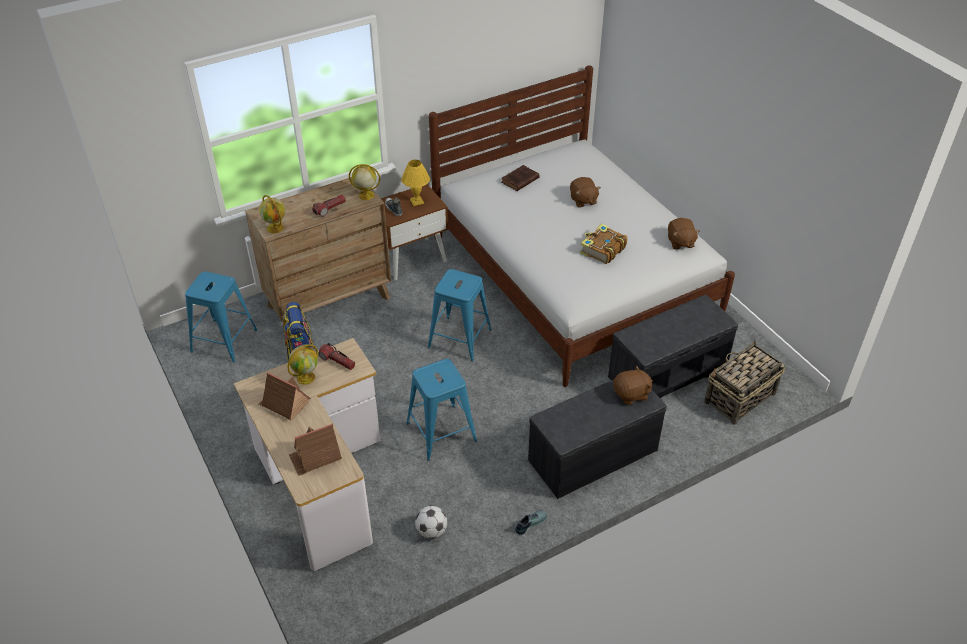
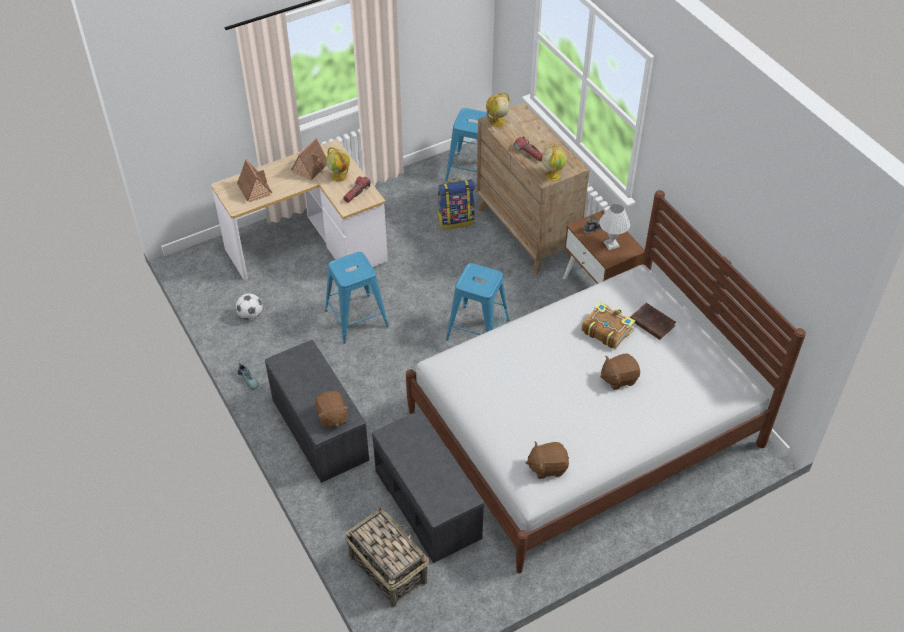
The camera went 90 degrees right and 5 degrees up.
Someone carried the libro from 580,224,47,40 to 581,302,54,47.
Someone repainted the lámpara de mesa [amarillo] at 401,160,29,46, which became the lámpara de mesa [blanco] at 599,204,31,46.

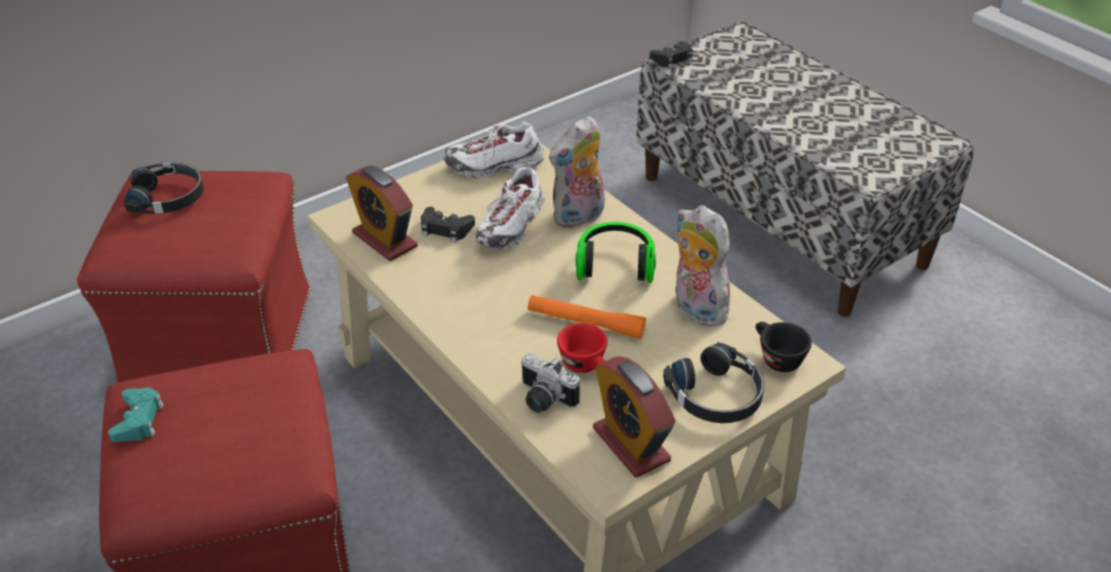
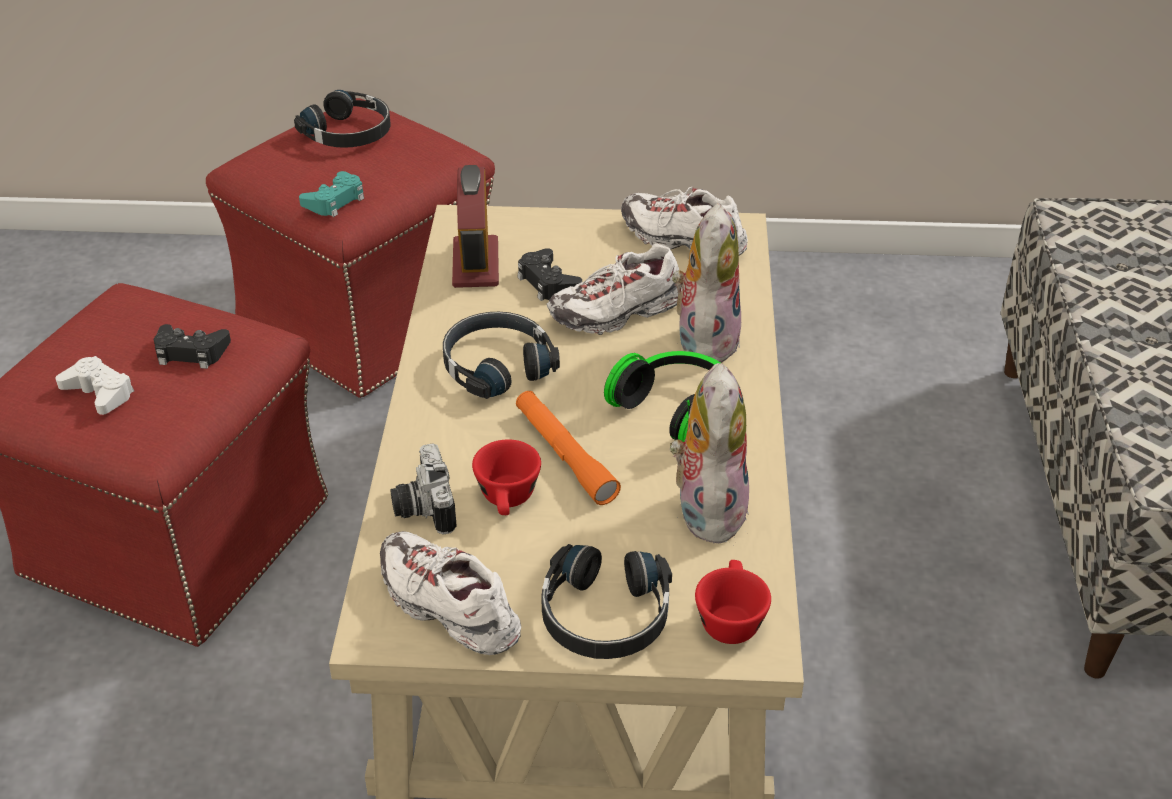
The camera went 40 degrees right and 0 degrees up.
Someone put down the mando de consola [blanco] at 55,356,79,59.
Someone carried the mando de consola [negro] from 650,41,43,28 to 154,324,77,45.
Someone carried the mando de consola [turquesa] from 108,387,56,55 to 299,171,65,46.
Someone swapped the despertador at 593,356,83,122 for the zapato [blanco] at 380,531,141,124.
Someone put down the auriculares [negro] at 443,312,117,87.
Someone rotated the peluche at 549,116,56,113 by 105 degrees clockwise.
Someone repainted the taza [negro] at 756,322,56,50, which became the taza [rojo] at 695,560,76,84.

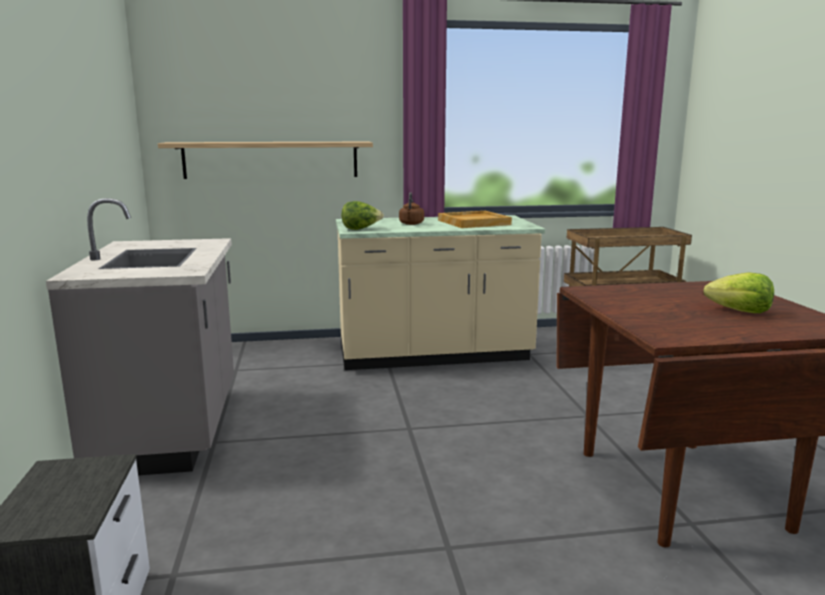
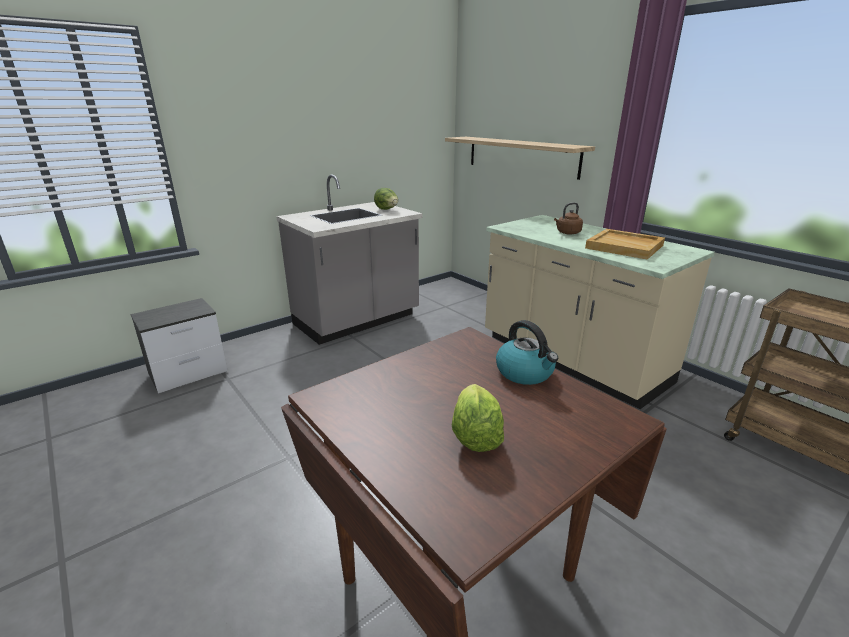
The camera went 60 degrees right and 10 degrees up.
Someone carried the lechuga from 341,201,43,29 to 374,188,24,22.
Someone put down the hervidor at 496,320,62,65.

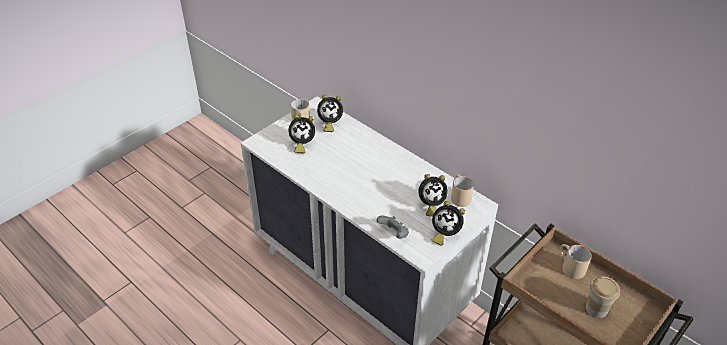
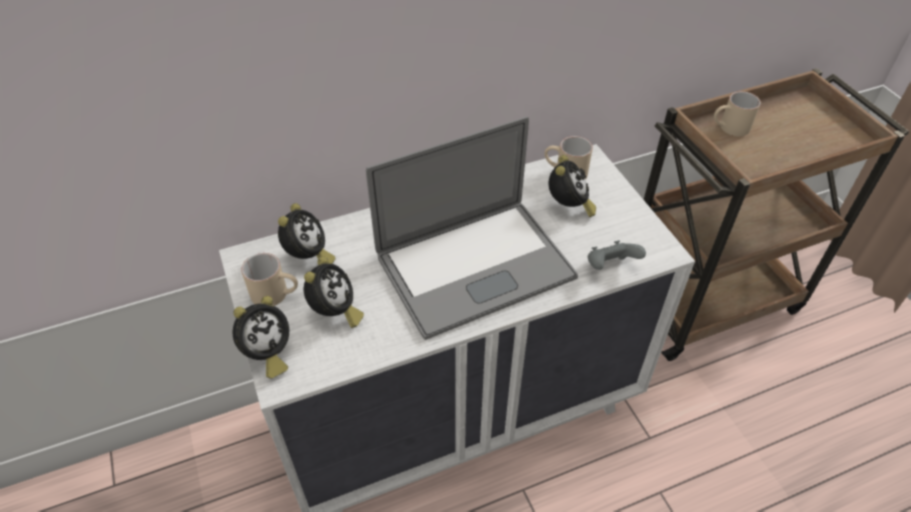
The camera went 65 degrees left and 5 degrees up.
Someone carried the despertador from 432,201,33,44 to 233,296,56,83.
Someone put down the portátil at 366,116,212,224.
Someone took away the taza at 586,276,34,42.

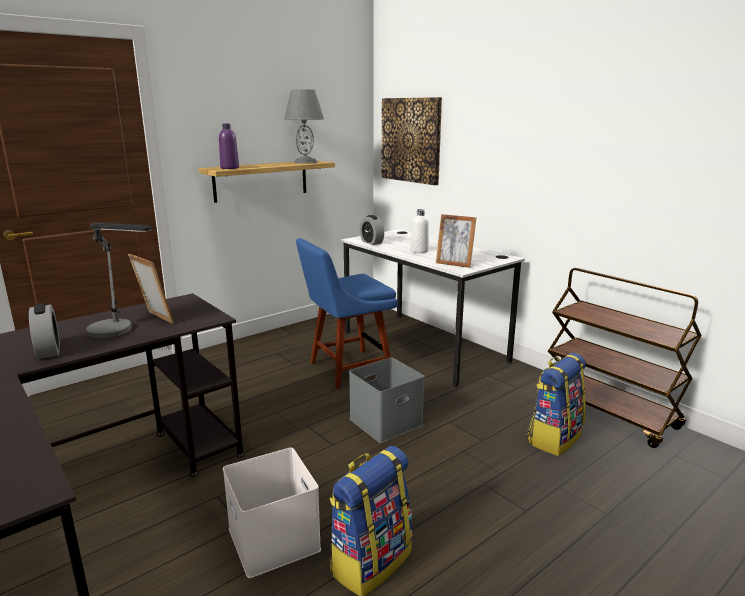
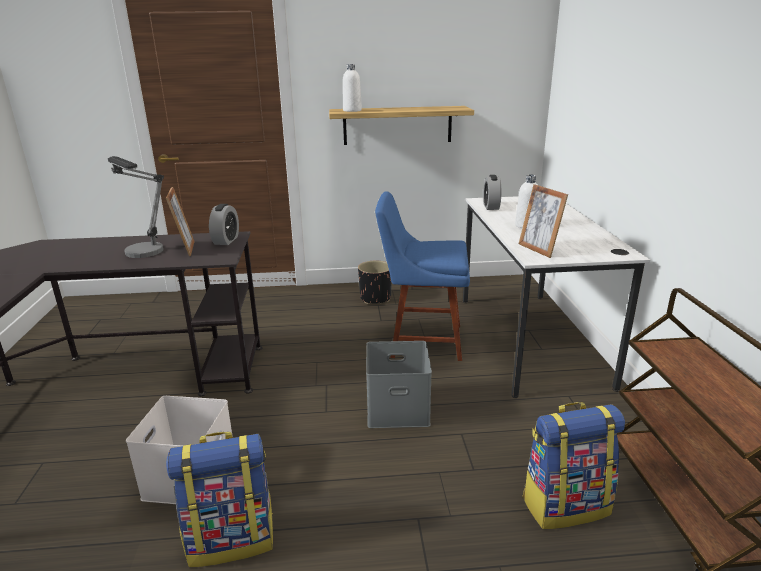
The camera went 35 degrees right and 5 degrees up.
Someone carried the despertador from 29,303,31,56 to 209,204,30,41.
Someone repainted the botella [morado] at 219,124,20,45, which became the botella [blanco] at 343,64,19,48.
Someone put down the maceta [negro] at 358,261,34,43.
Someone took away the lámpara de mesa [gris] at 284,89,40,74.
Someone took away the cuadro at 381,97,61,88.

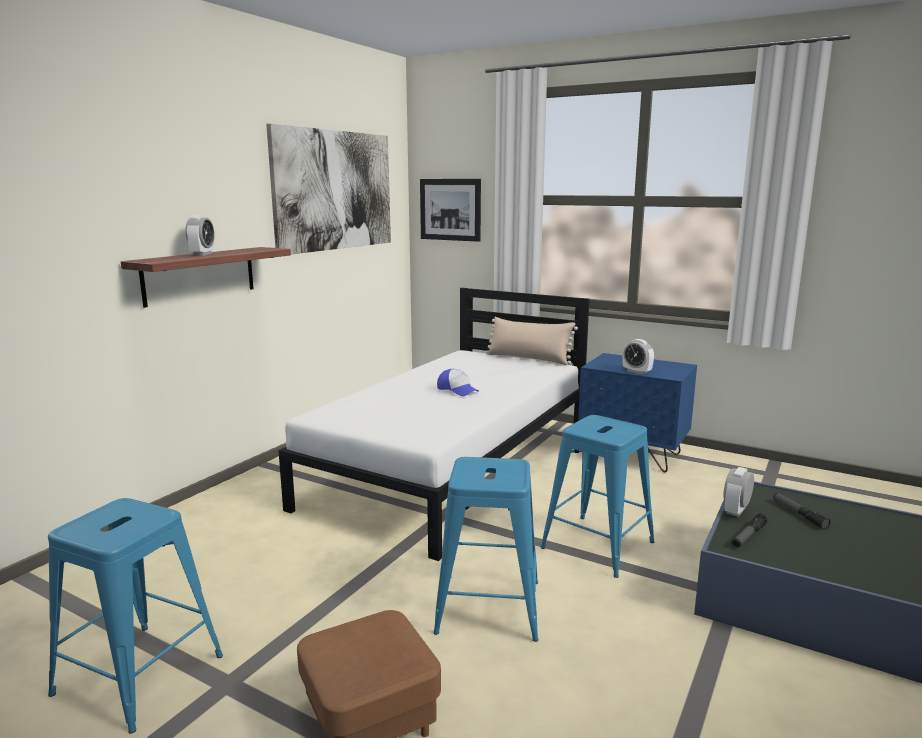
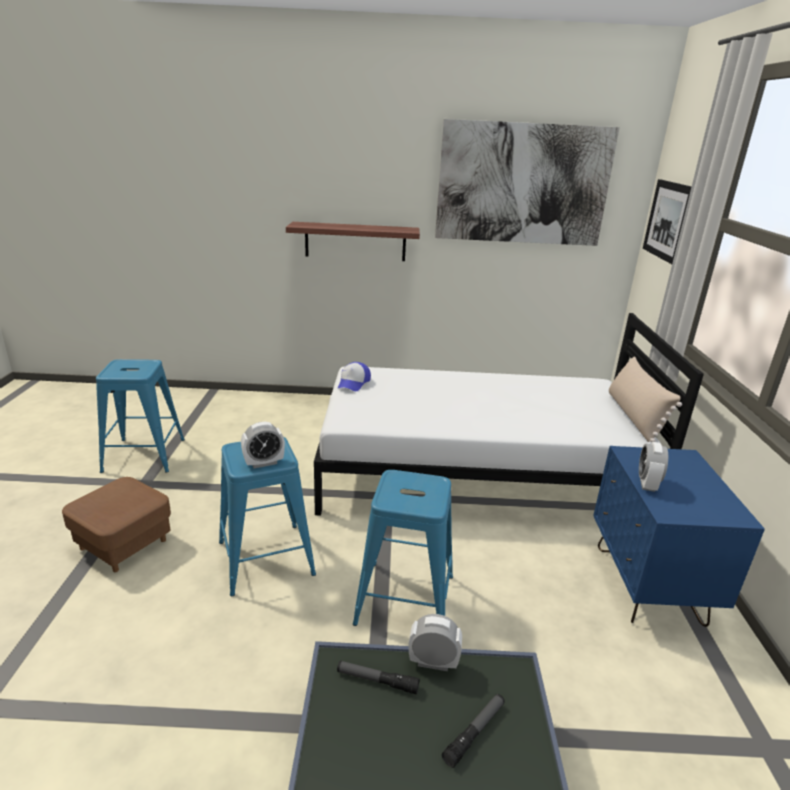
The camera went 60 degrees right and 10 degrees up.
Someone carried the despertador from 186,215,29,41 to 241,422,44,46.
Someone carried the gorra from 437,369,42,27 to 338,362,33,29.

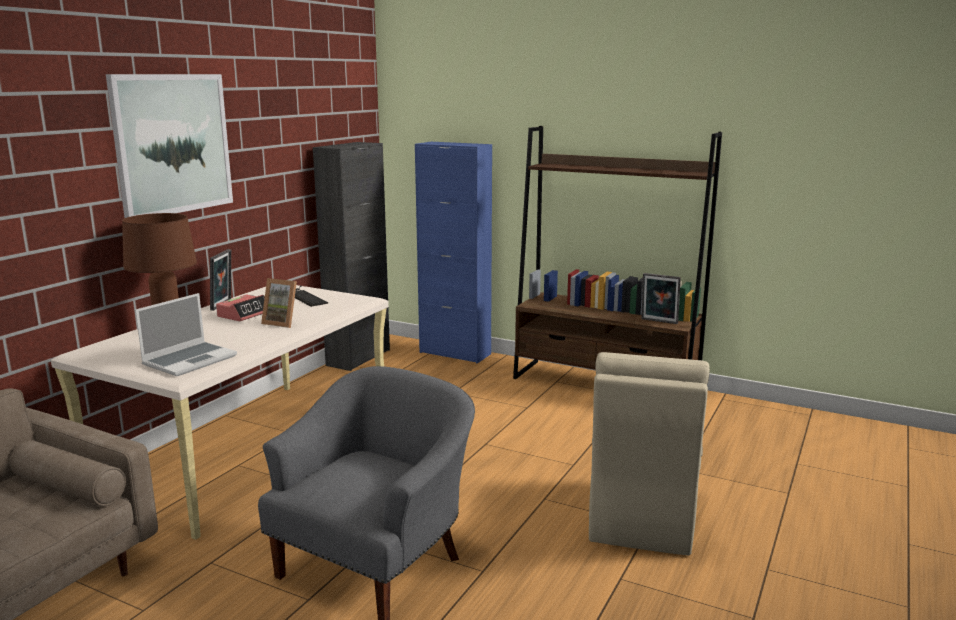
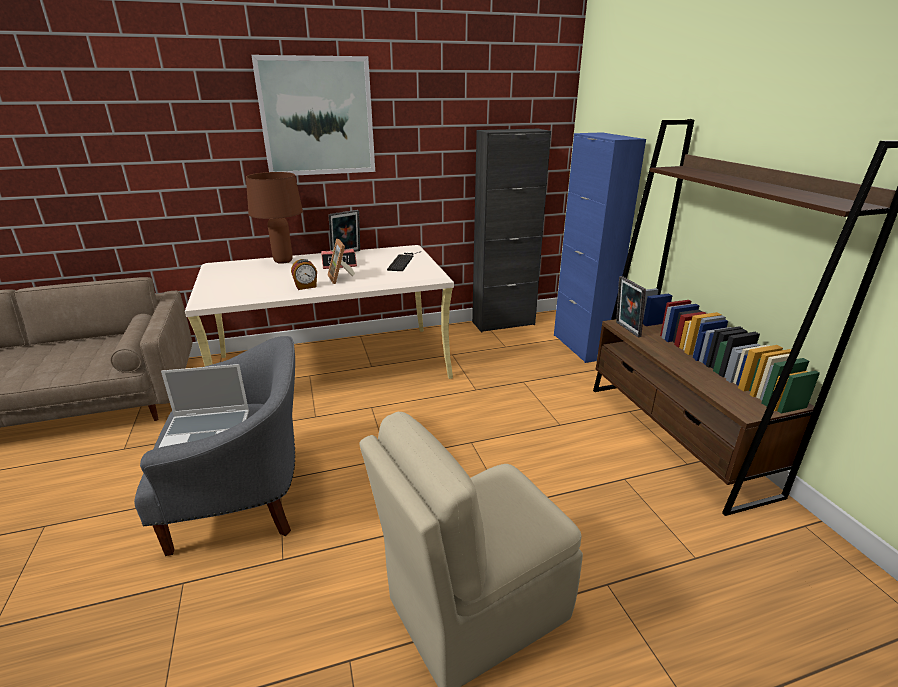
The camera went 45 degrees right and 10 degrees up.
Someone carried the portátil from 135,293,102,83 to 158,364,91,84.
Someone put down the despertador at 291,259,26,31.
Someone carried the portarretratos from 641,273,40,51 to 616,276,30,62.

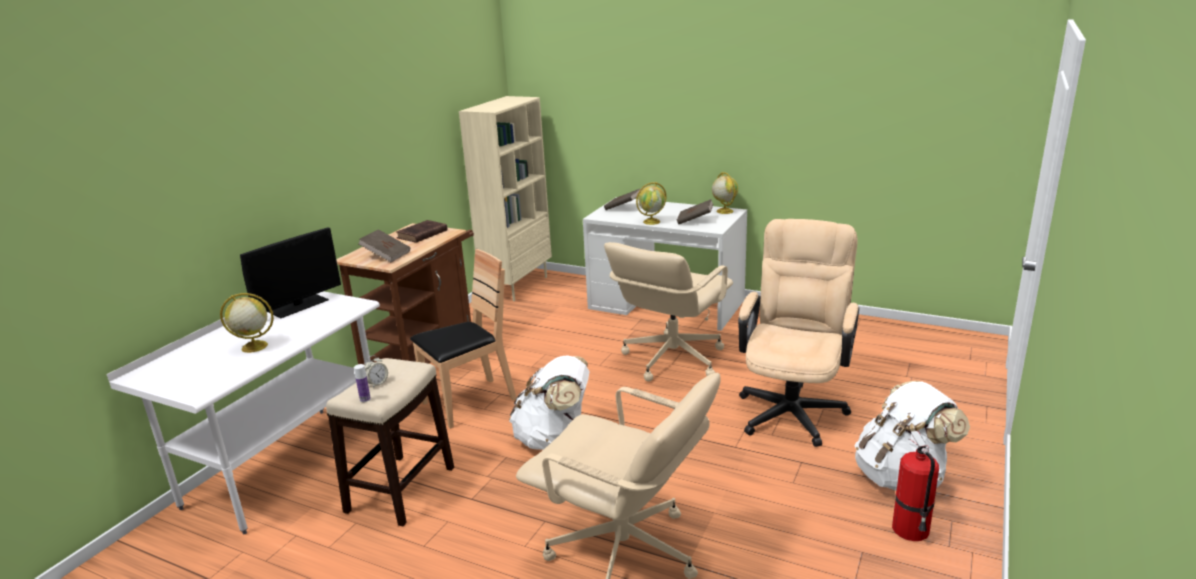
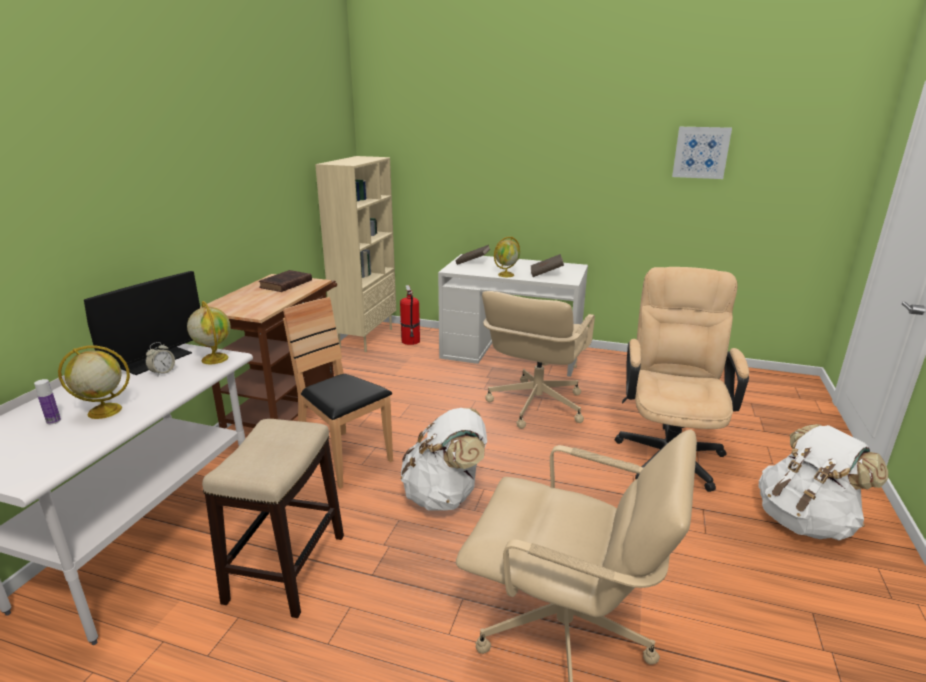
The camera went 10 degrees left and 0 degrees up.
Someone carried the botella from 354,364,17,38 to 34,379,27,45.
Someone carried the despertador from 364,355,24,33 to 146,342,29,34.
Someone carried the globo terráqueo from 712,172,26,42 to 187,301,44,63.
Someone rotated the silla [marrón] at 410,249,107,180 by 90 degrees counterclockwise.
Someone carried the extintor from 892,431,47,110 to 400,285,20,60.
Someone put up the cuadro at 672,127,60,52.
Someone took away the libro [marrón] at 358,229,52,33.

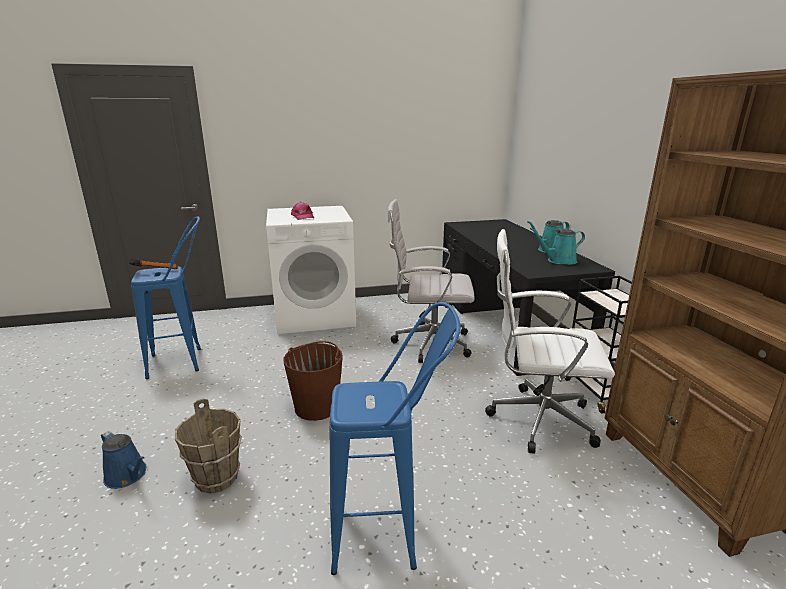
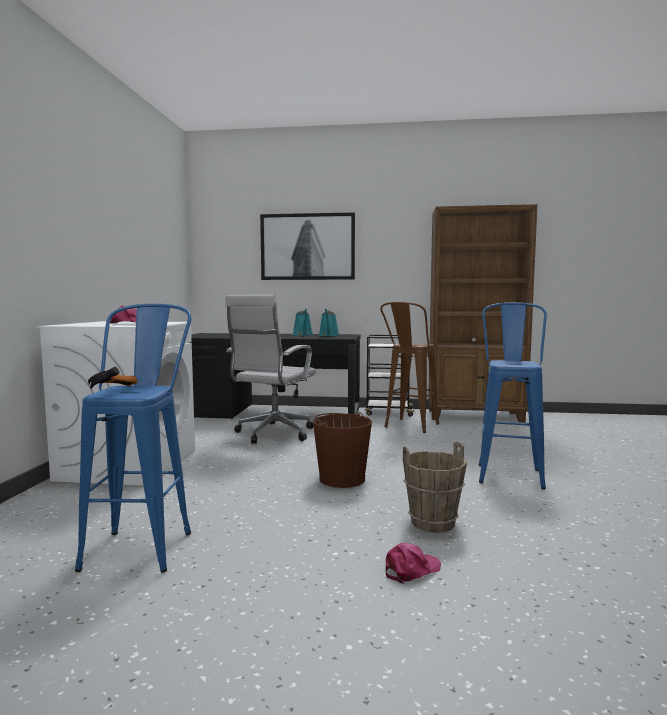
The camera went 70 degrees left and 15 degrees down.
Someone put up the cuadro at 260,212,95,68.
Someone swapped the silla de oficina [blanco] at 485,229,130,225 for the taburete [marrón] at 380,302,59,131.
Someone swapped the regadera [azul] at 101,431,45,58 for the gorra [rosa] at 385,543,56,41.

